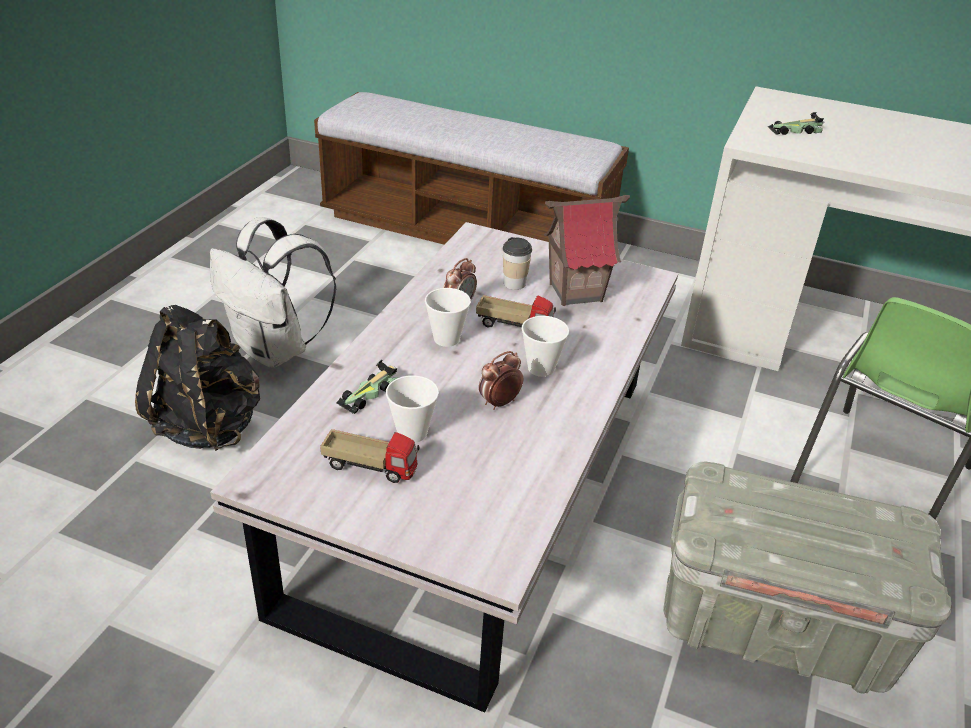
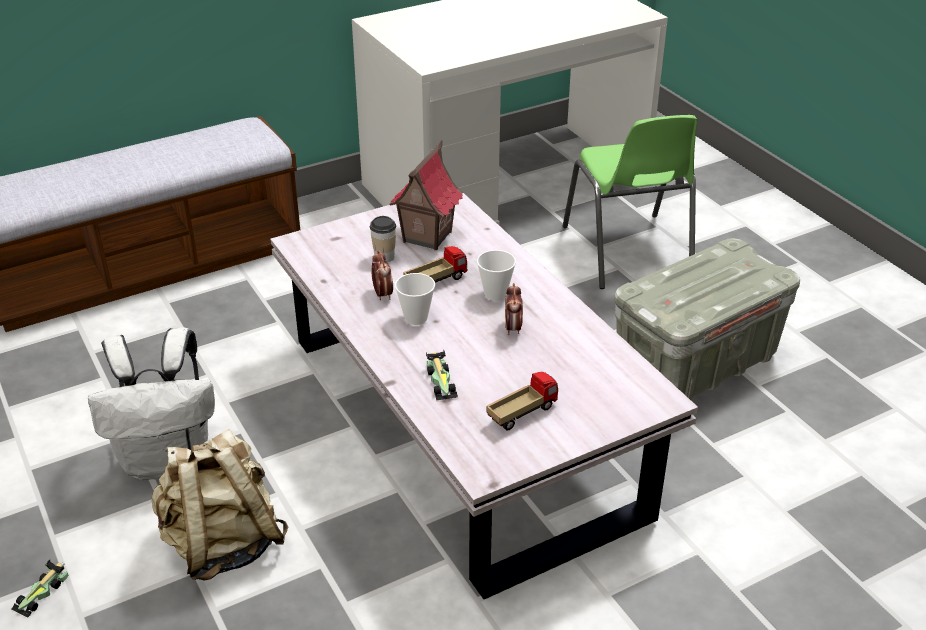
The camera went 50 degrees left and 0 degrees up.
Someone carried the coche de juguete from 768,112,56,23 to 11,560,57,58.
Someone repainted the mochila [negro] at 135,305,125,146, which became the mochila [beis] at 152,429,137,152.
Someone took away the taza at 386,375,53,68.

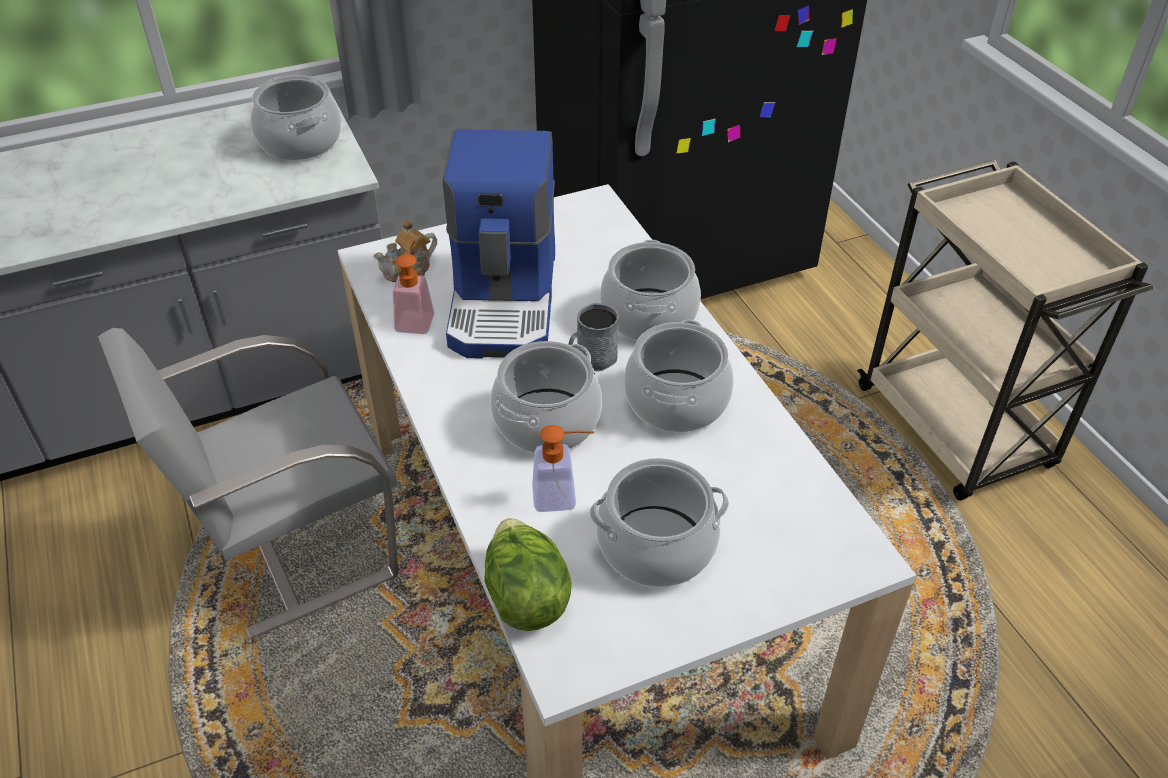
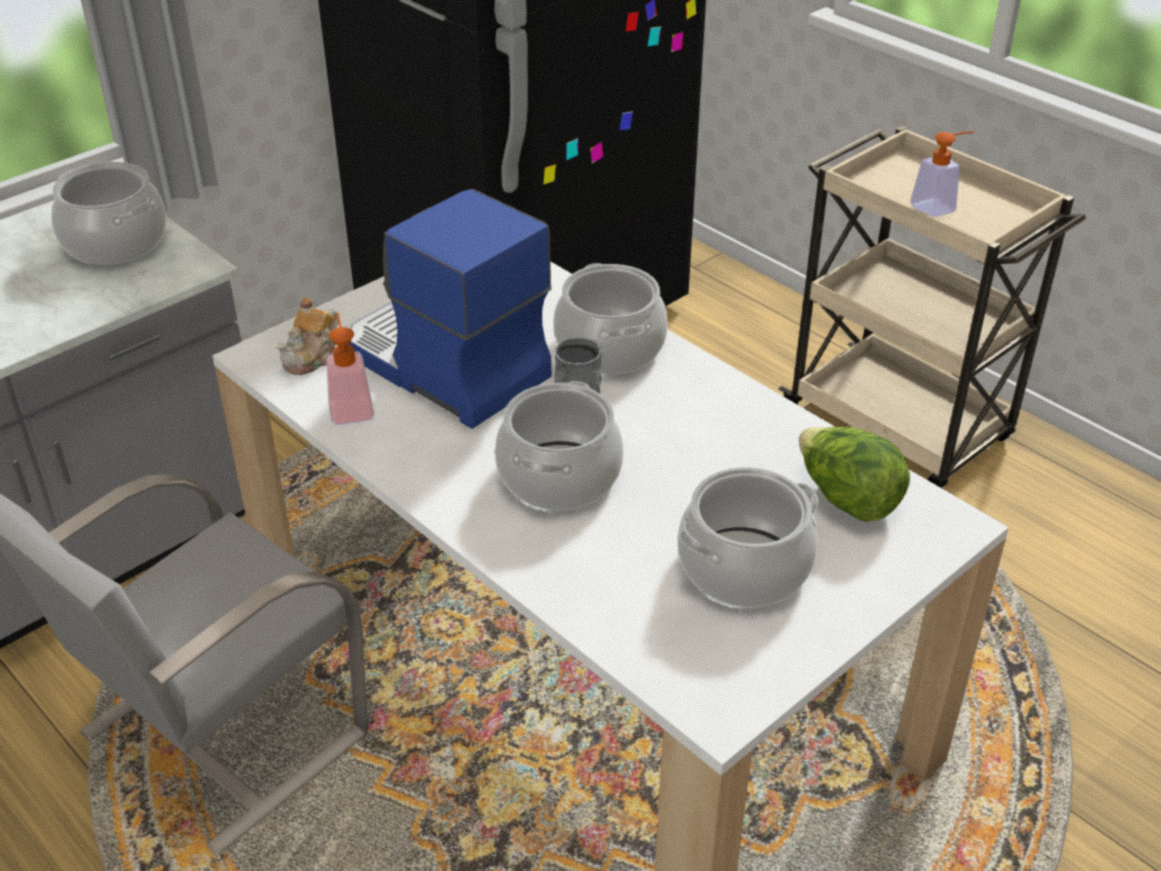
The camera went 20 degrees left and 5 degrees down.
Someone rotated the cafetera at 443,129,112,230 by 150 degrees clockwise.
Someone carried the lechuga from 484,518,88,113 to 799,427,111,95.
Someone carried the dispensador de jabón from 532,425,62,87 to 910,131,64,86.
Someone took away the olla at 624,320,110,112.

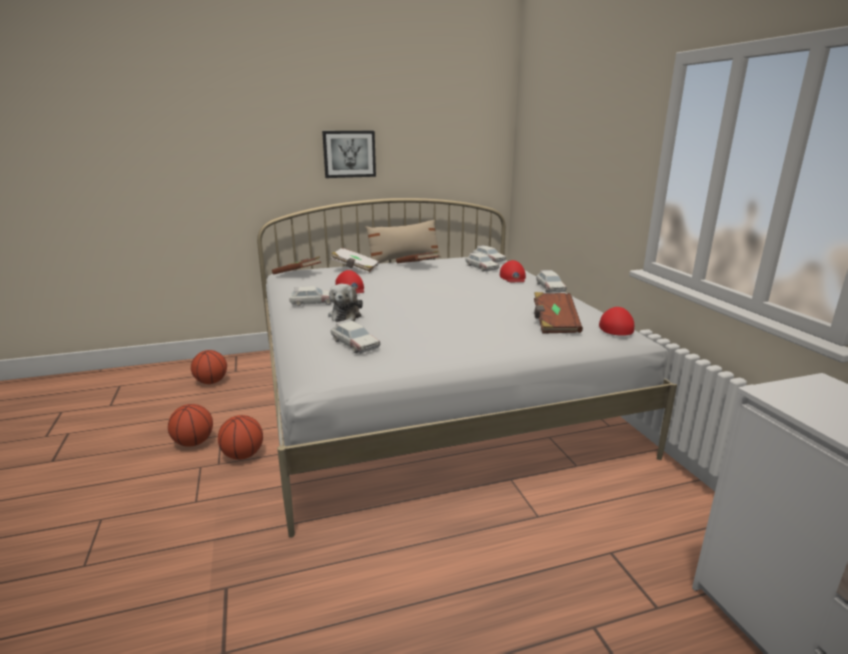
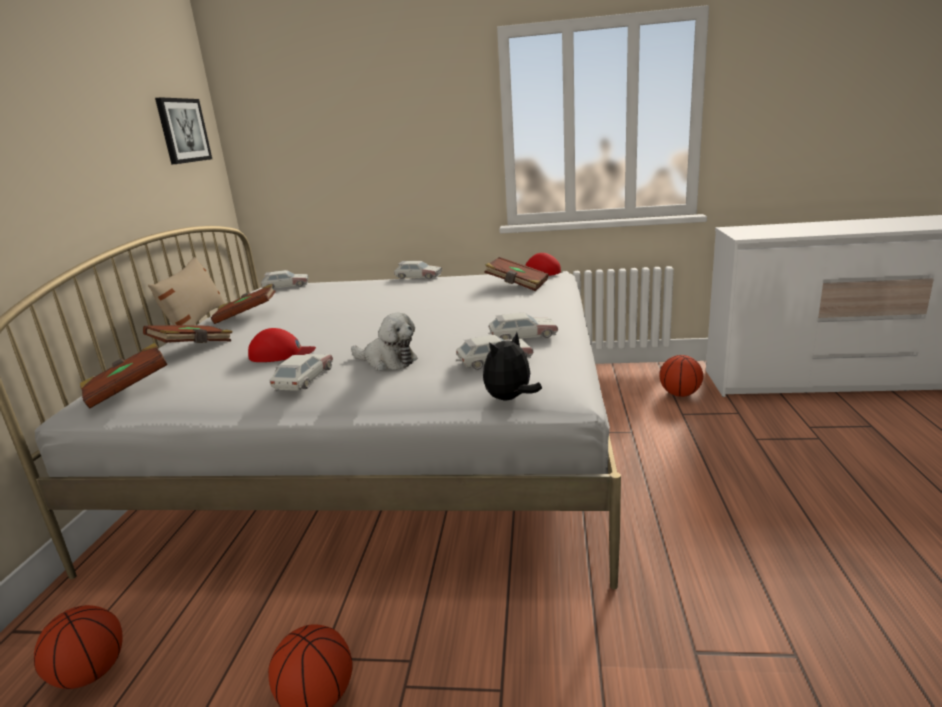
The camera went 65 degrees left and 0 degrees up.
Someone repainted the libro [blanco] at 331,248,48,26, which became the libro [marrón] at 143,325,90,18.
Someone carried the cuadro from 322,131,54,47 to 155,97,57,67.
Someone put down the peluche at 483,332,59,68.
Someone carried the coche de juguete from 465,252,34,20 to 488,313,70,27.
Someone carried the balón de baloncesto from 218,415,45,45 to 659,355,44,42.
Someone took away the gorra [rojo] at 500,260,26,22.

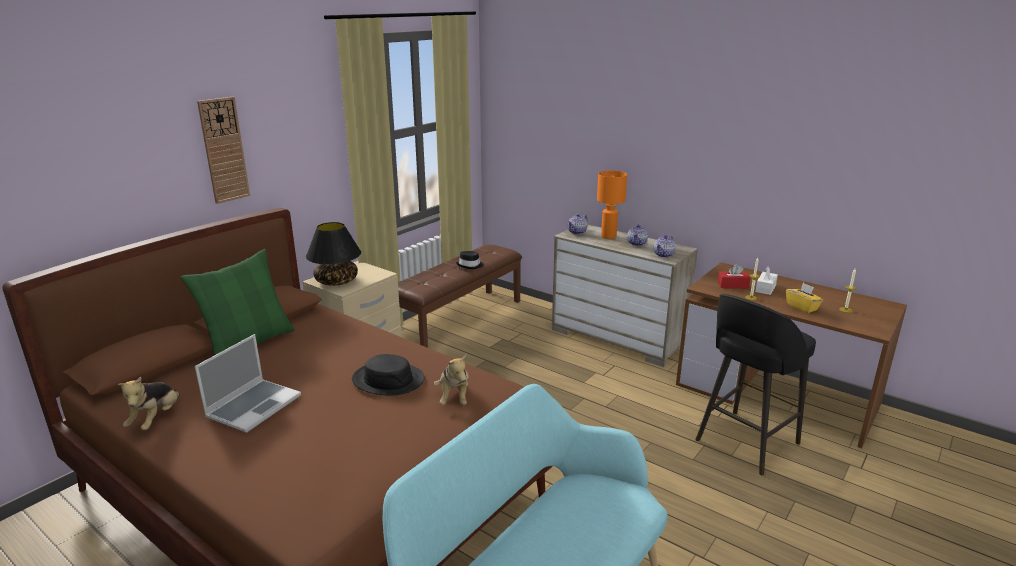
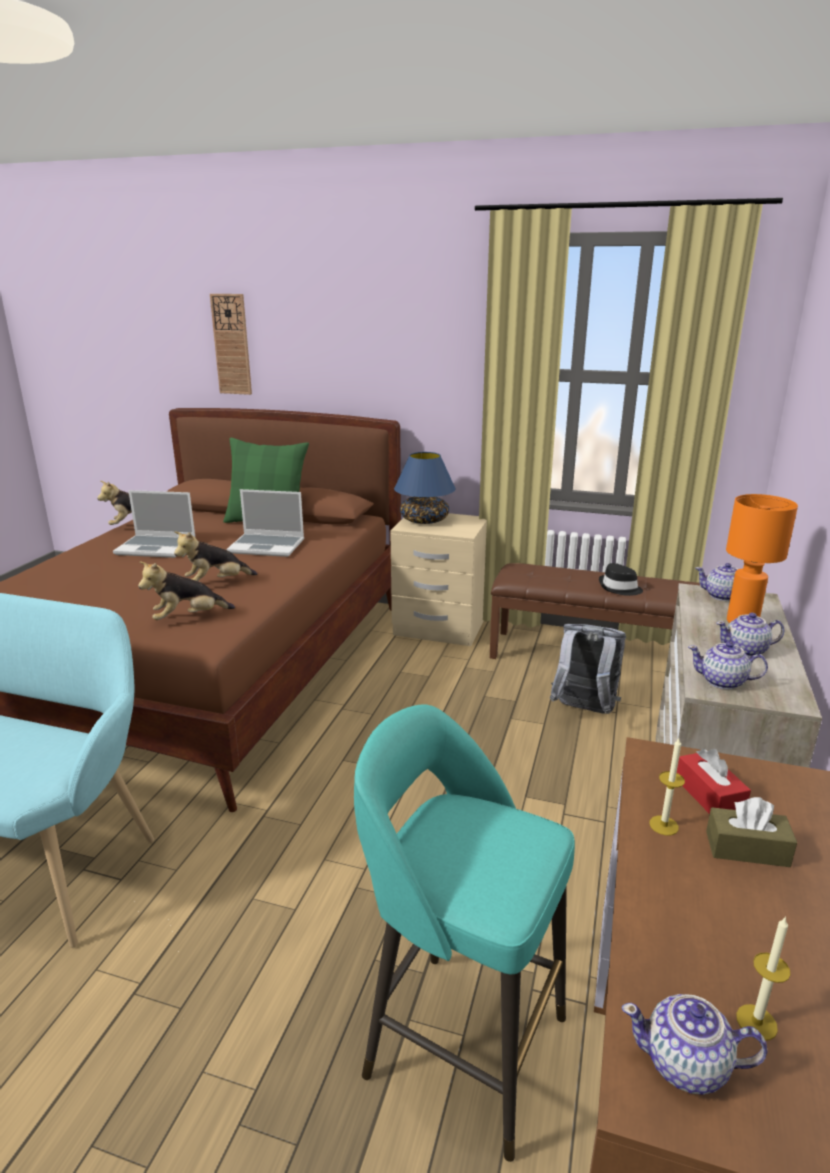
The camera went 70 degrees right and 0 degrees up.
Someone swapped the sombrero [negro] at 352,354,73,41 for the peluche at 174,531,83,50.
Someone carried the reloj de pared from 197,97,53,107 to 210,294,42,101.
Someone put down the portátil at 226,489,78,68.
Someone repainted the taburete [negro] at 695,294,121,181, which became the taburete [turquesa] at 354,705,221,457.
Someone repainted the lámpara de mesa [negro] at 306,222,55,64, which became the lámpara de mesa [azul] at 394,452,62,72.
Someone put down the mochila [gris] at 550,624,76,90.
Someone put down the tetera at 622,994,146,101.
Someone repainted the caja de pañuelos [blanco] at 755,266,23,29, which became the caja de pañuelos [marrón] at 706,797,91,70.
Someone took away the caja de pañuelos [amarillo] at 786,283,37,30.

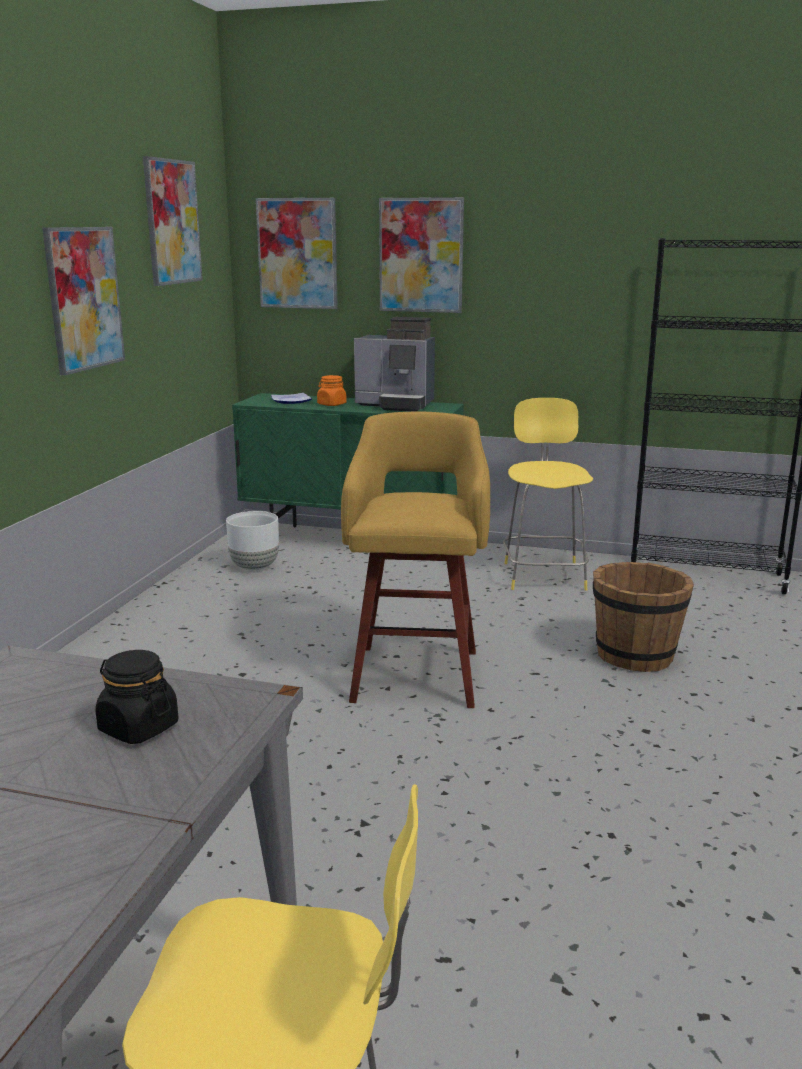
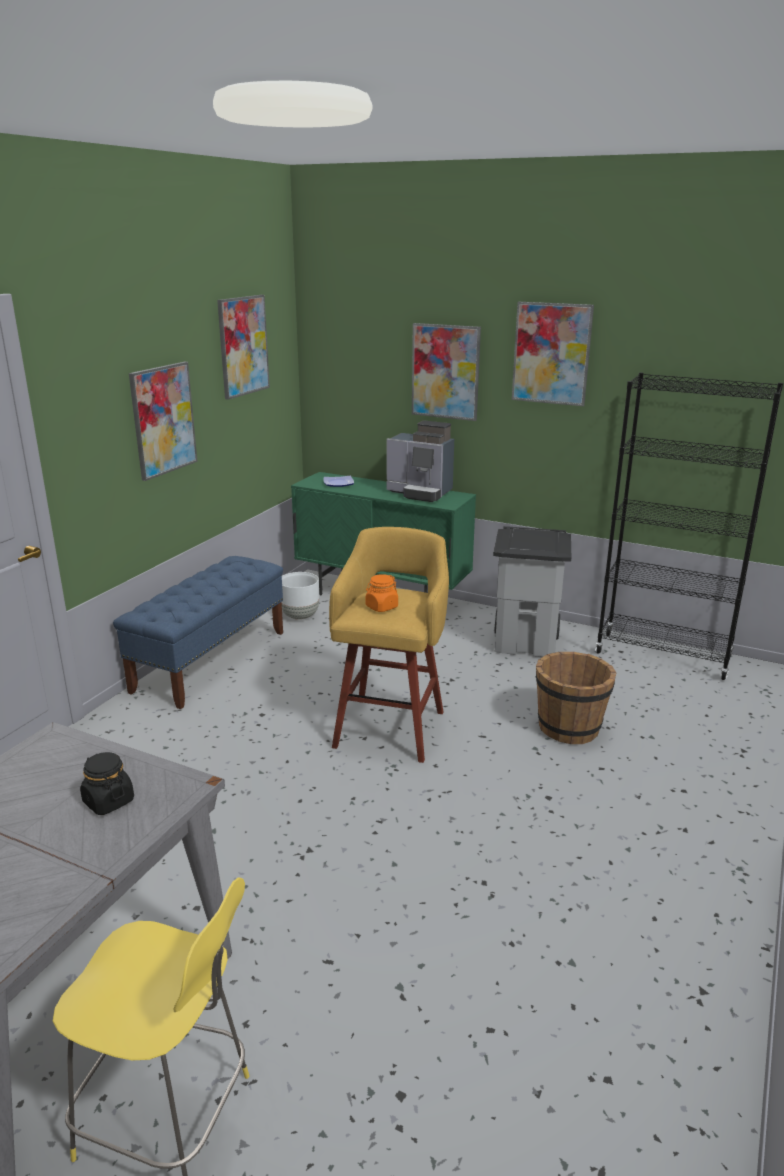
The camera went 10 degrees right and 5 degrees up.
Someone put down the banco [azul] at 113,556,170,153.
Someone carried the tarro [naranja] from 317,375,29,31 to 366,574,32,38.
Someone swapped the taburete [amarillo] at 503,398,90,192 for the papelera [gris] at 493,526,78,131.
Someone carried the cuadro from 256,198,82,111 to 512,302,82,104.

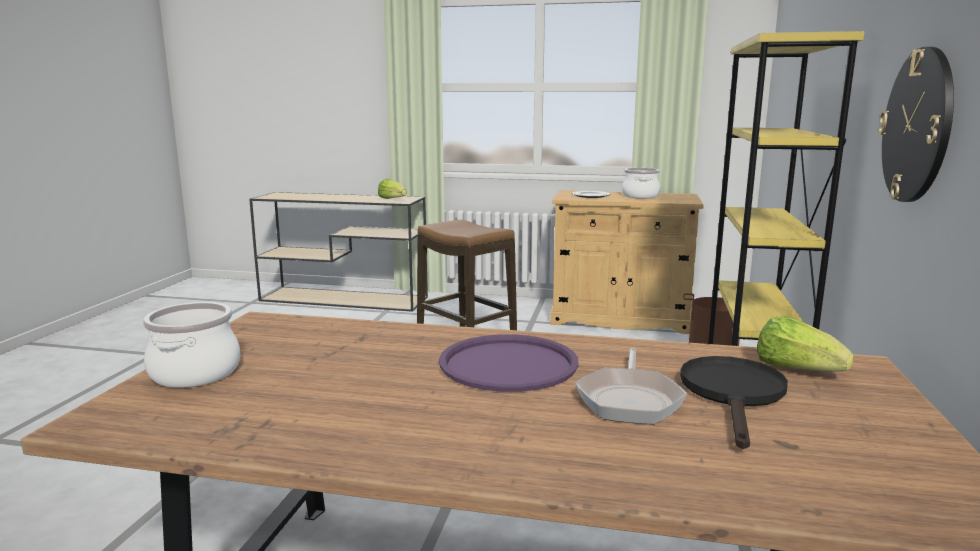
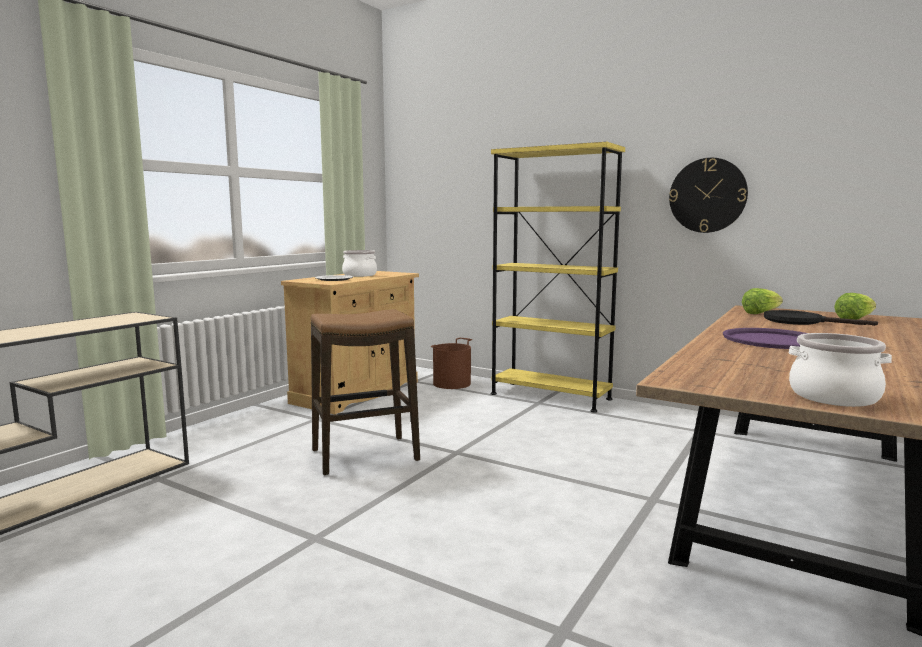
The camera went 70 degrees left and 5 degrees down.
Someone carried the lechuga from 378,178,29,21 to 834,293,42,27.
Someone took away the sartén at 575,348,112,77.

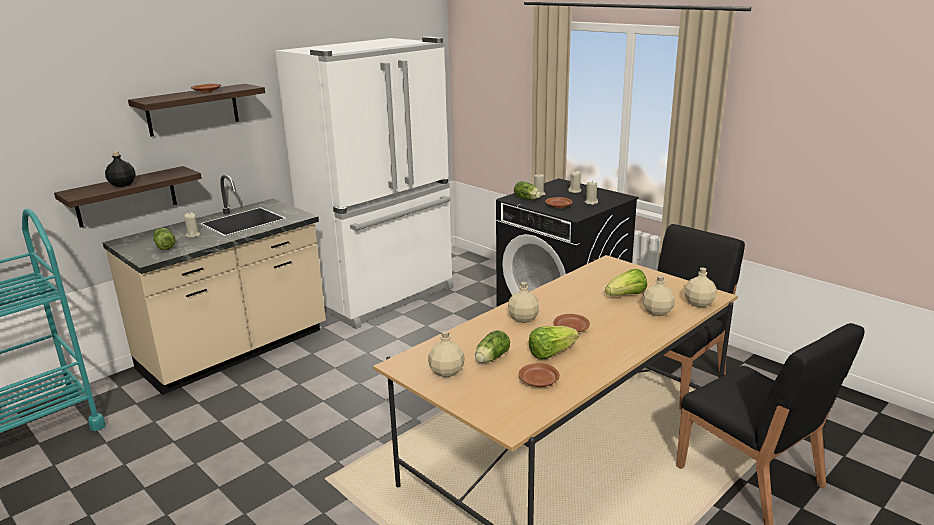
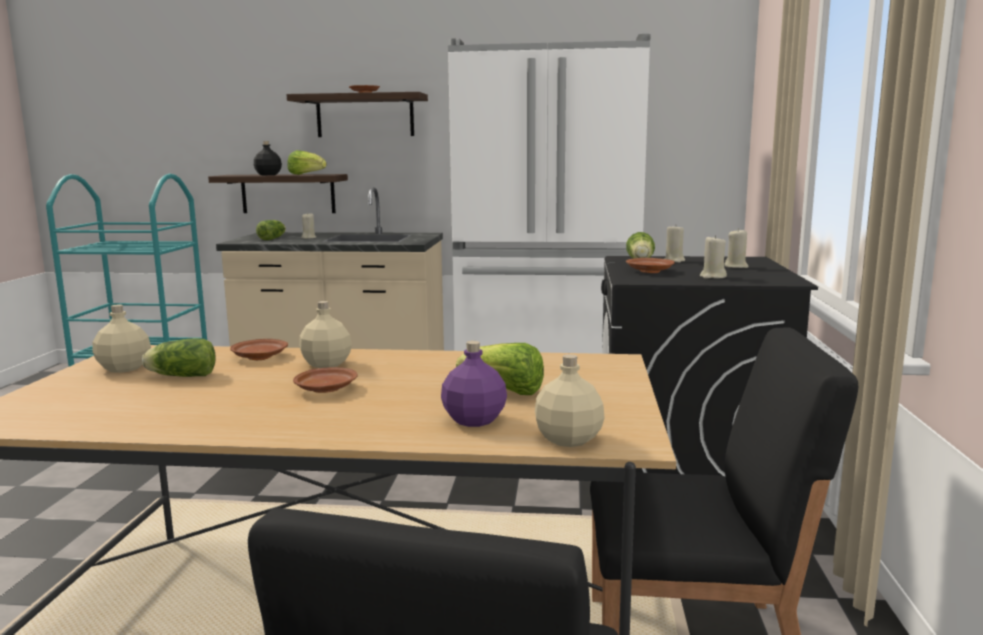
The camera went 50 degrees right and 10 degrees down.
Someone carried the plato [marrón] from 519,363,41,24 to 230,339,58,21.
Someone carried the lechuga from 529,326,50,33 to 288,150,39,25.
Someone repainted the botella [beis] at 642,275,33,41, which became the botella [morado] at 441,341,66,86.

